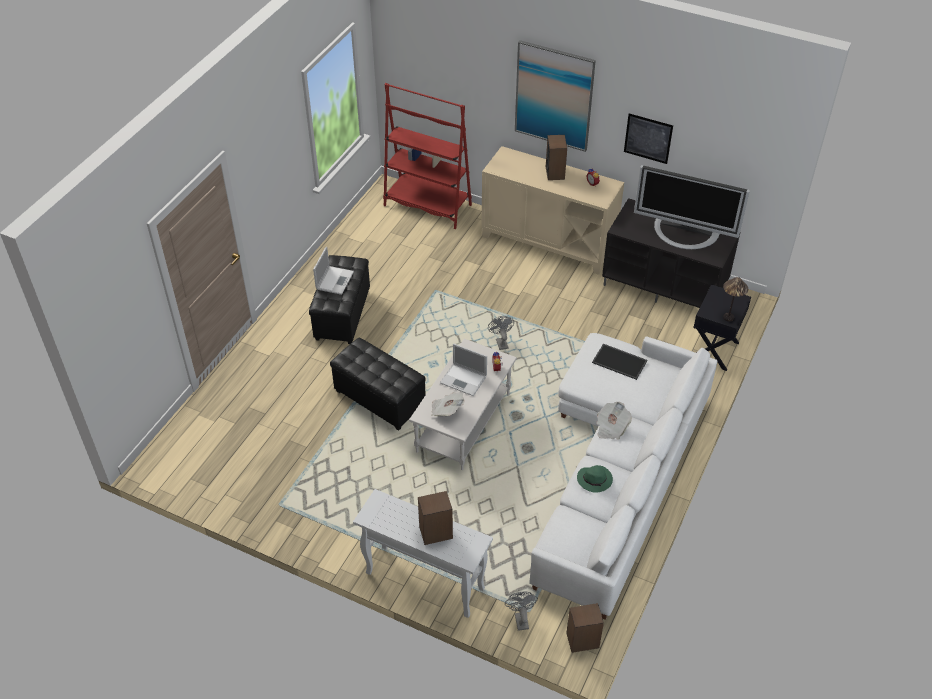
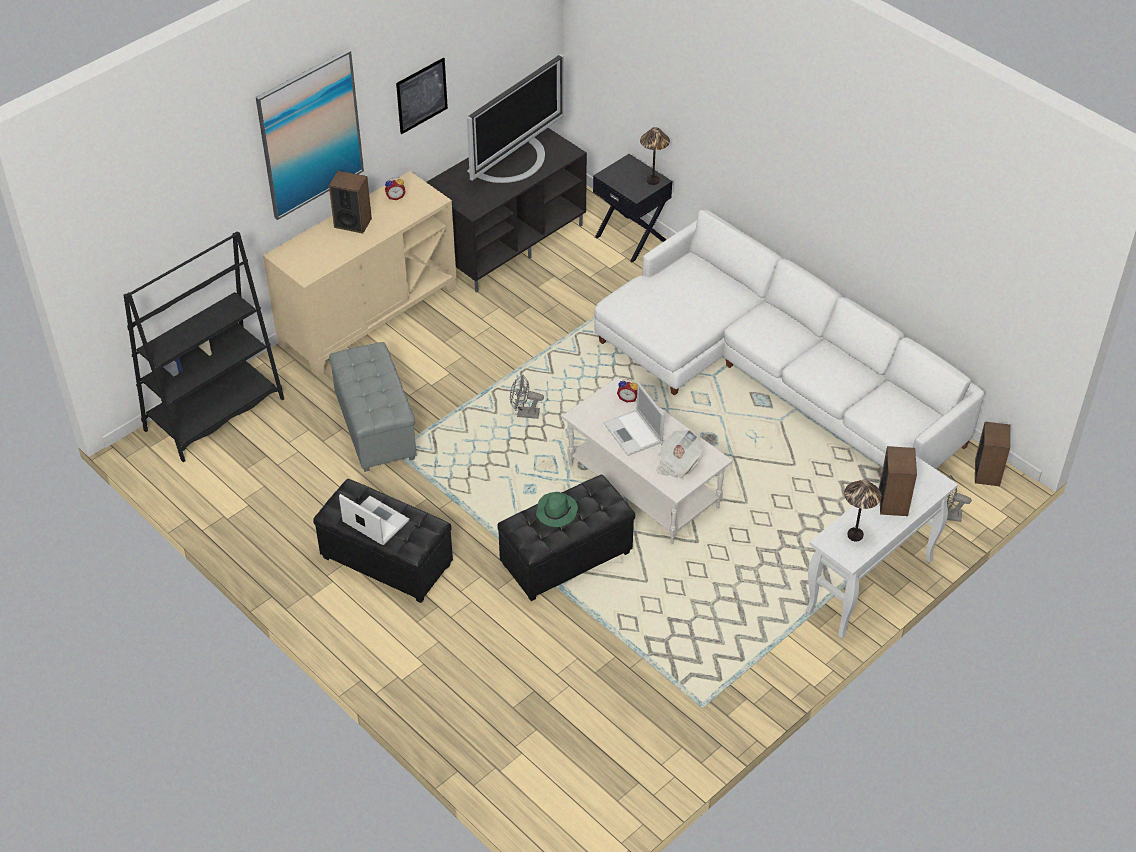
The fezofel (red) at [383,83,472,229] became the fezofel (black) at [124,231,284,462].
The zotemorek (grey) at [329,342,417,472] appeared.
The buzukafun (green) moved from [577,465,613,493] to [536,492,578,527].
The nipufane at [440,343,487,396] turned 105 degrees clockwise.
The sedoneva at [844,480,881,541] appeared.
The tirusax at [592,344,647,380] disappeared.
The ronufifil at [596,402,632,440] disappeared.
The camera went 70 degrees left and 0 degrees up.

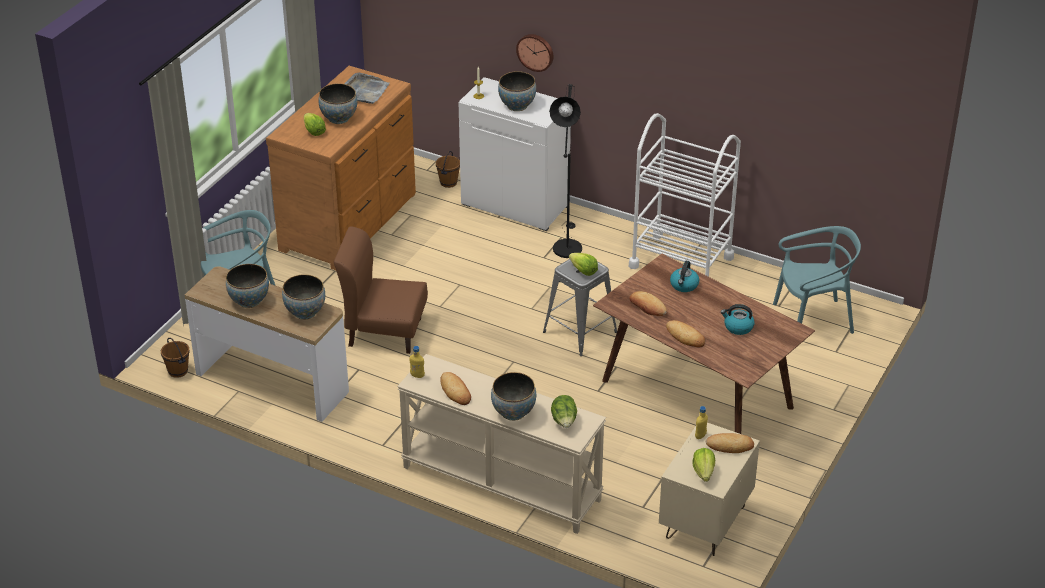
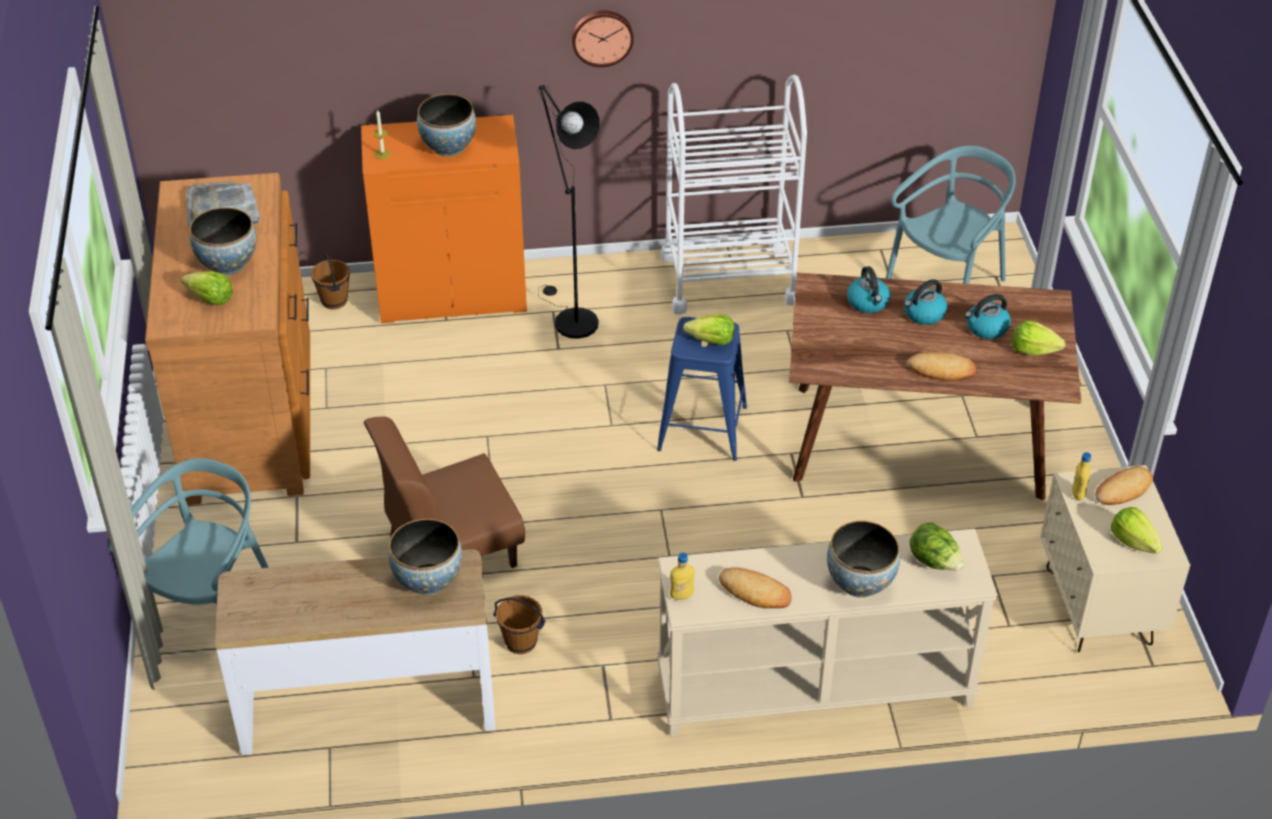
The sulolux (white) at [458,77,571,231] became the sulolux (orange) at [361,115,527,323].
The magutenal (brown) moved from [161,338,190,378] to [493,595,545,654].
The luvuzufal moved from [516,34,554,72] to [572,11,634,67].
The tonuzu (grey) at [543,259,617,356] became the tonuzu (blue) at [657,317,747,461].
The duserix at [904,279,947,325] appeared.
The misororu at [1012,321,1065,355] appeared.
The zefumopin at [226,264,269,308] disappeared.
The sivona at [630,291,667,316] disappeared.
The camera went 35 degrees left and 5 degrees up.

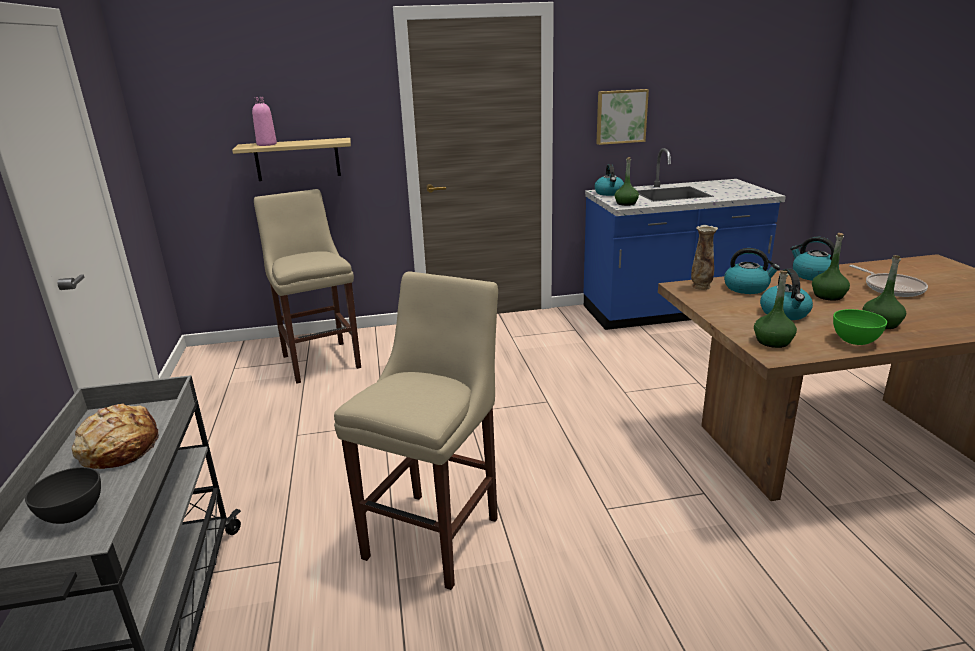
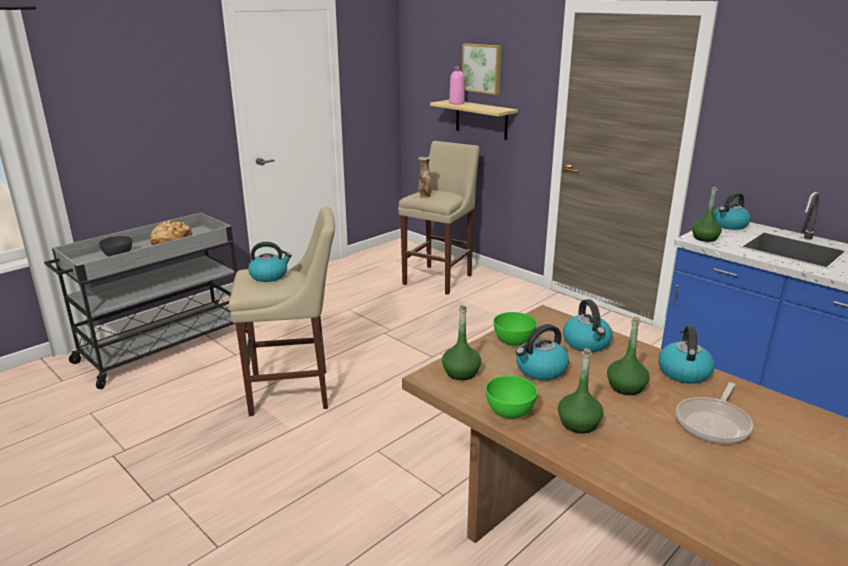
The duserix at [248,242,292,282] appeared.
The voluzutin moved from [691,225,718,290] to [418,157,432,198].
The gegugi moved from [596,89,649,145] to [462,43,501,95].
The zefumopin (green) at [493,312,537,346] appeared.
The camera went 55 degrees right and 0 degrees up.

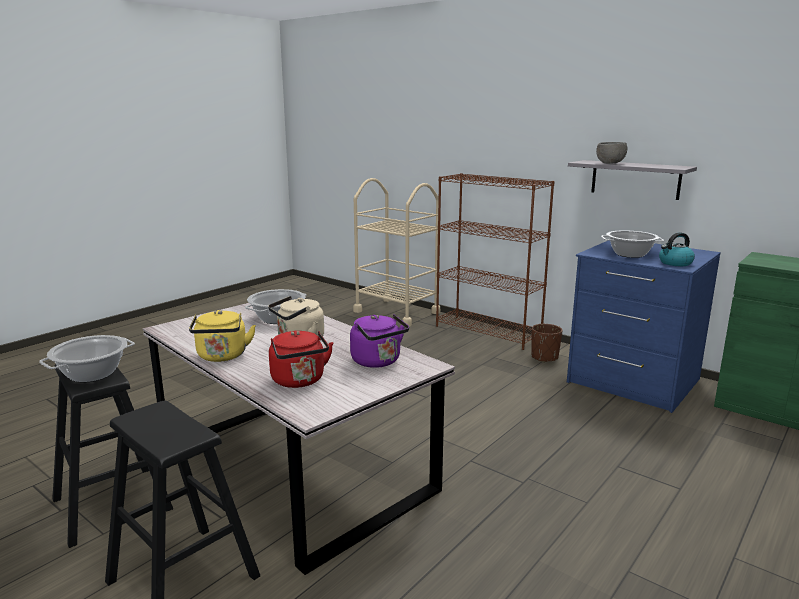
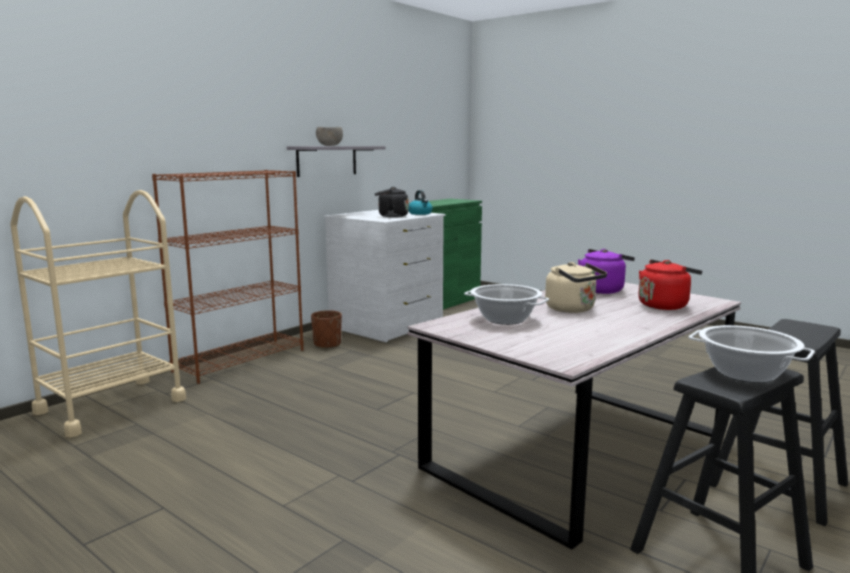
The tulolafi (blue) at [567,241,721,413] became the tulolafi (white) at [324,210,446,342].
The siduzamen at [601,231,664,258] was replaced by the duserix (black) at [375,187,409,217].
The duserix (yellow) at [189,310,256,362] disappeared.
The camera went 90 degrees left and 5 degrees down.

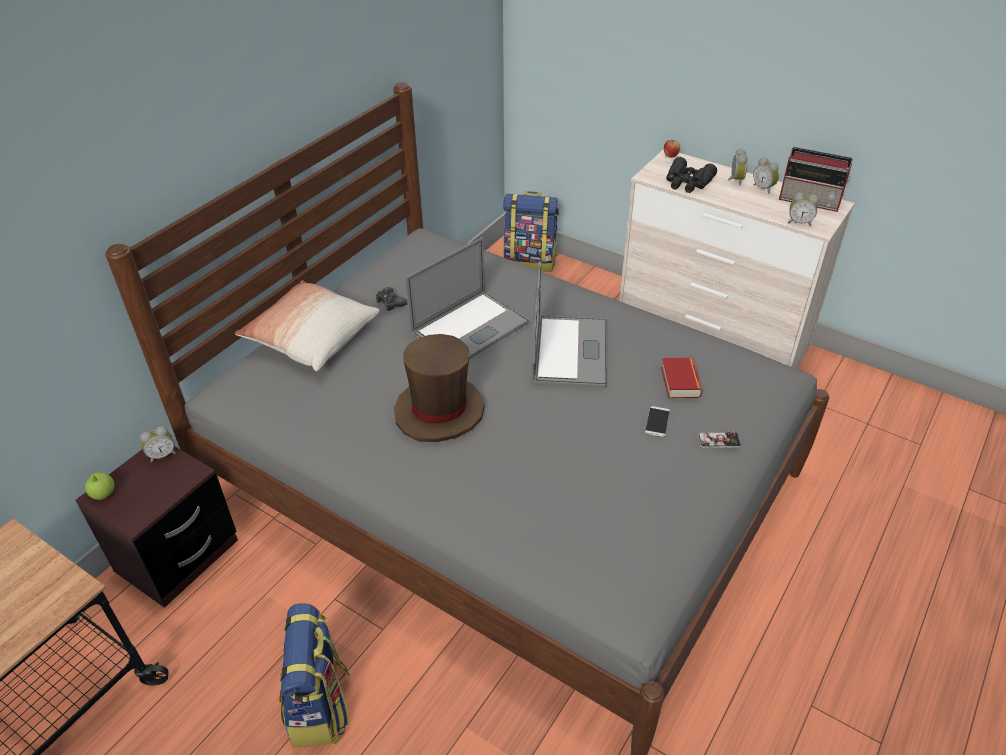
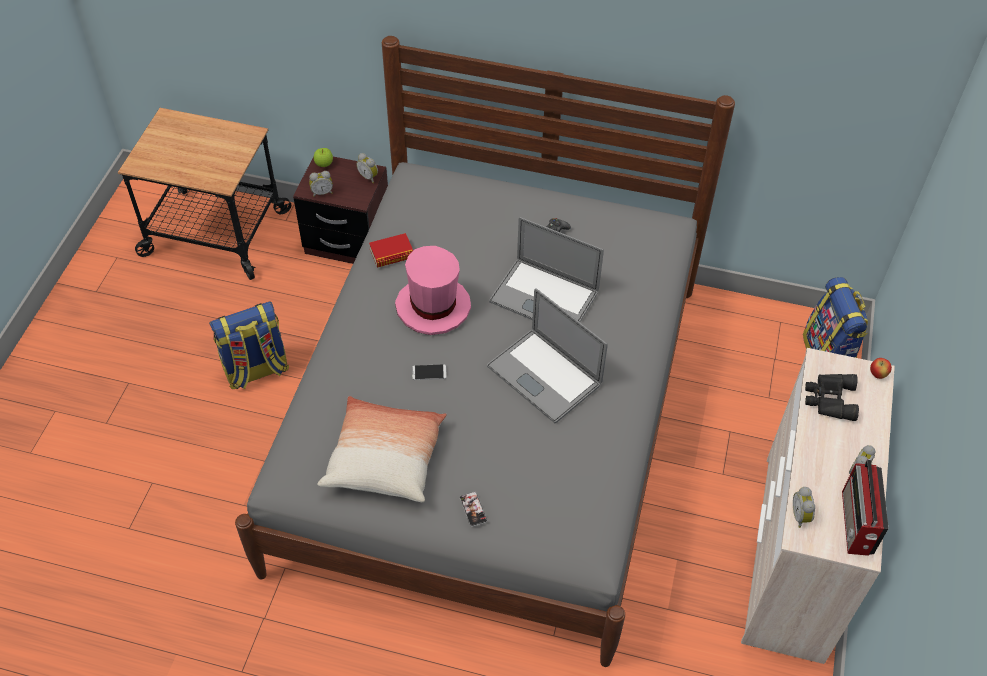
The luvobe moved from [728,148,747,185] to [309,171,333,197].
The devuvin moved from [235,280,380,371] to [317,396,447,502].
The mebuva moved from [661,358,702,399] to [369,233,413,268].
The buzukafun (brown) at [394,334,484,442] became the buzukafun (pink) at [395,246,471,335].
The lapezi moved from [645,406,670,437] to [412,364,447,380].
The nipufane at [532,261,607,388] turned 60 degrees clockwise.
The camera went 70 degrees right and 10 degrees up.

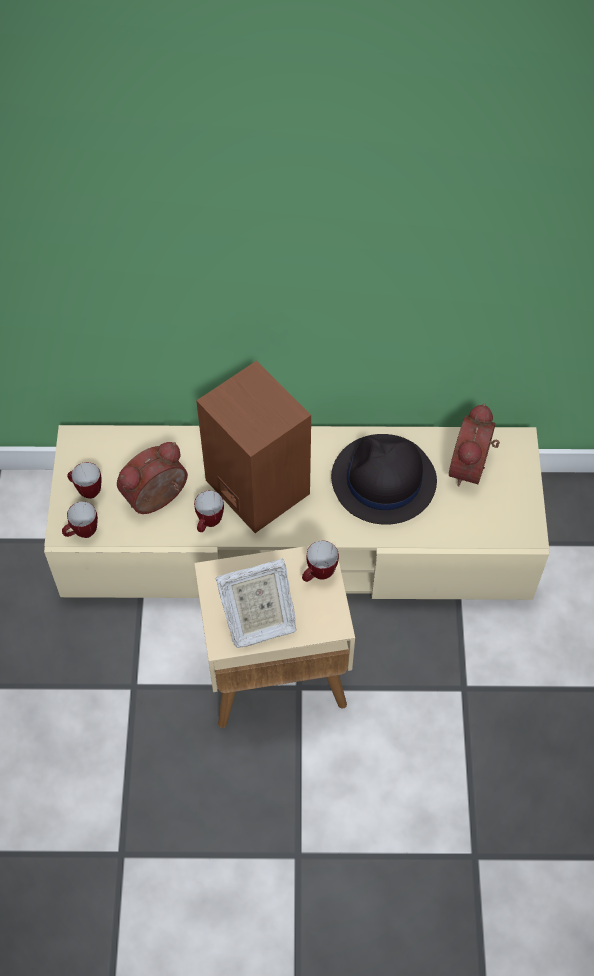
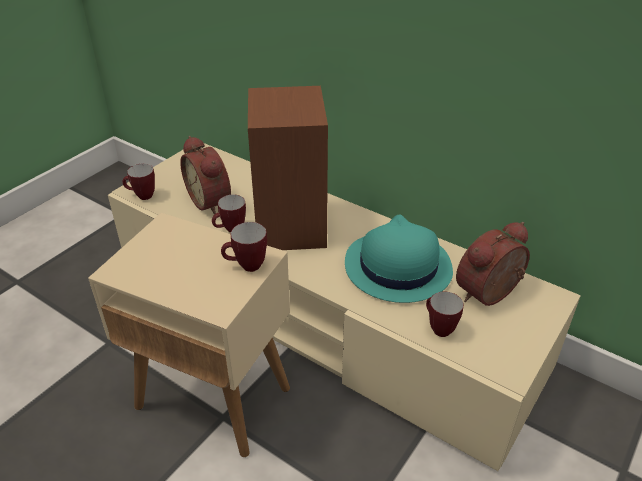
The luvobe at [117,442,188,514] turned 120 degrees counterclockwise.
The buzukafun (black) at [331,434,437,525] became the buzukafun (turquoise) at [345,215,453,303].
The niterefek moved from [67,462,102,499] to [426,292,464,337].
The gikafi at [216,558,296,648] disappeared.
The camera went 35 degrees right and 20 degrees down.

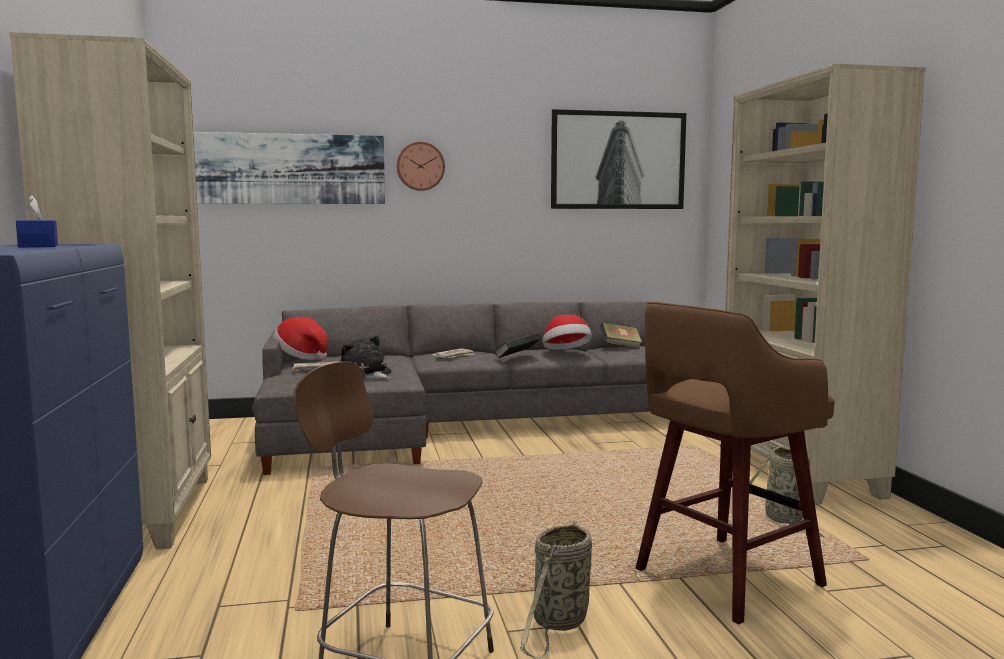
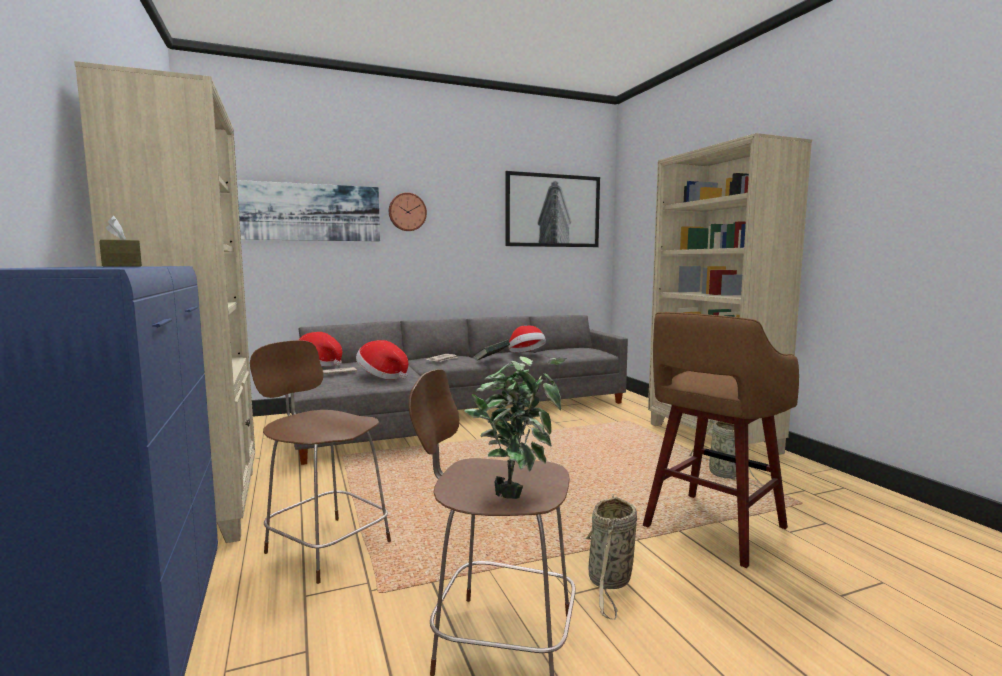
The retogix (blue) at [16,195,58,247] became the retogix (brown) at [99,216,142,267].
The tonuzu (brown) at [250,340,391,584] appeared.
The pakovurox at [340,335,391,379] was replaced by the buzukafun at [356,340,408,379].
The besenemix at [464,356,567,499] appeared.
The mebuva at [600,322,642,348] disappeared.
The camera went 10 degrees left and 0 degrees up.

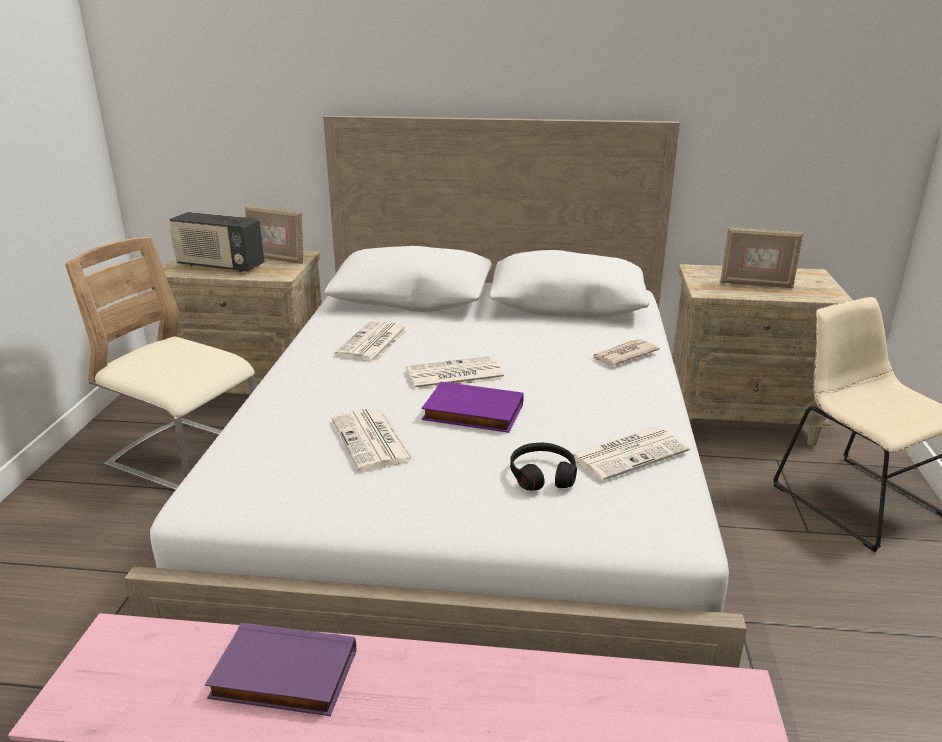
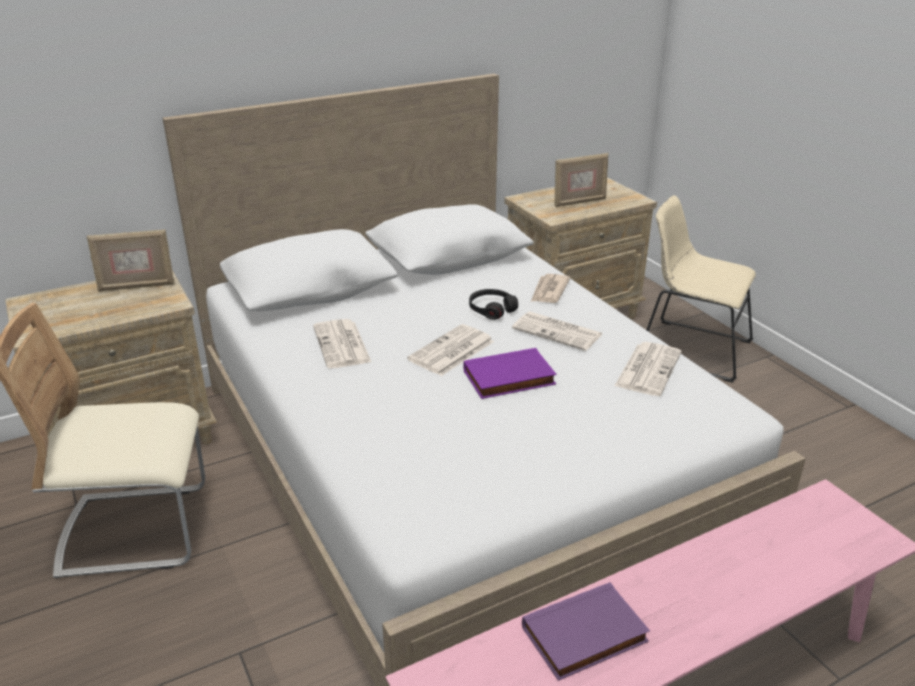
The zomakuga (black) moved from [510,443,577,491] to [469,289,518,320].
The ronufifil moved from [332,408,414,471] to [512,312,602,351].
The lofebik at [169,212,265,272] disappeared.
The camera went 35 degrees left and 5 degrees up.

